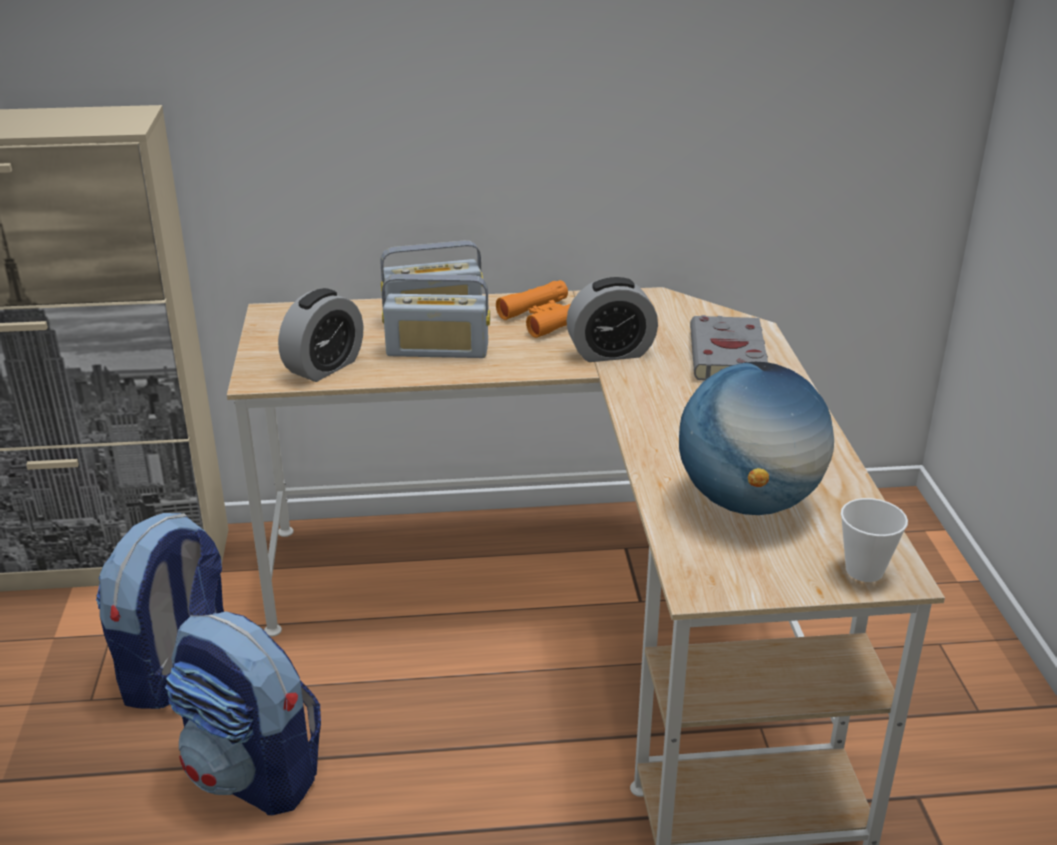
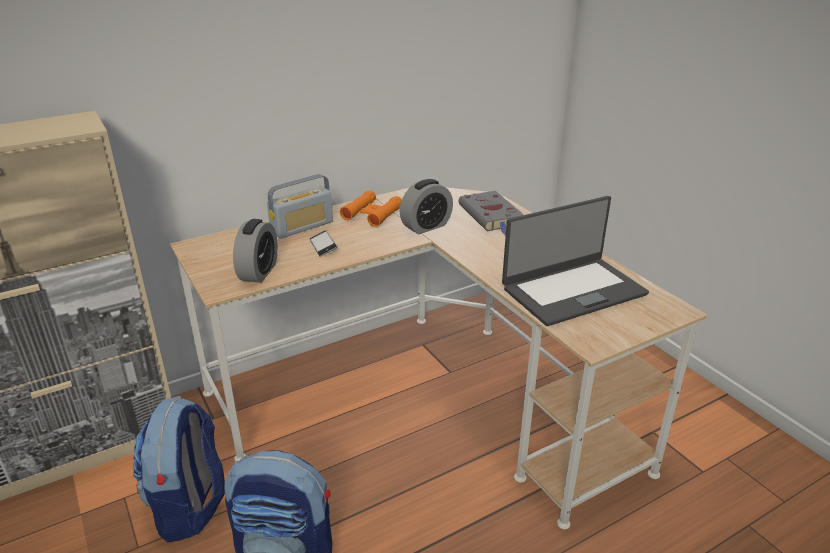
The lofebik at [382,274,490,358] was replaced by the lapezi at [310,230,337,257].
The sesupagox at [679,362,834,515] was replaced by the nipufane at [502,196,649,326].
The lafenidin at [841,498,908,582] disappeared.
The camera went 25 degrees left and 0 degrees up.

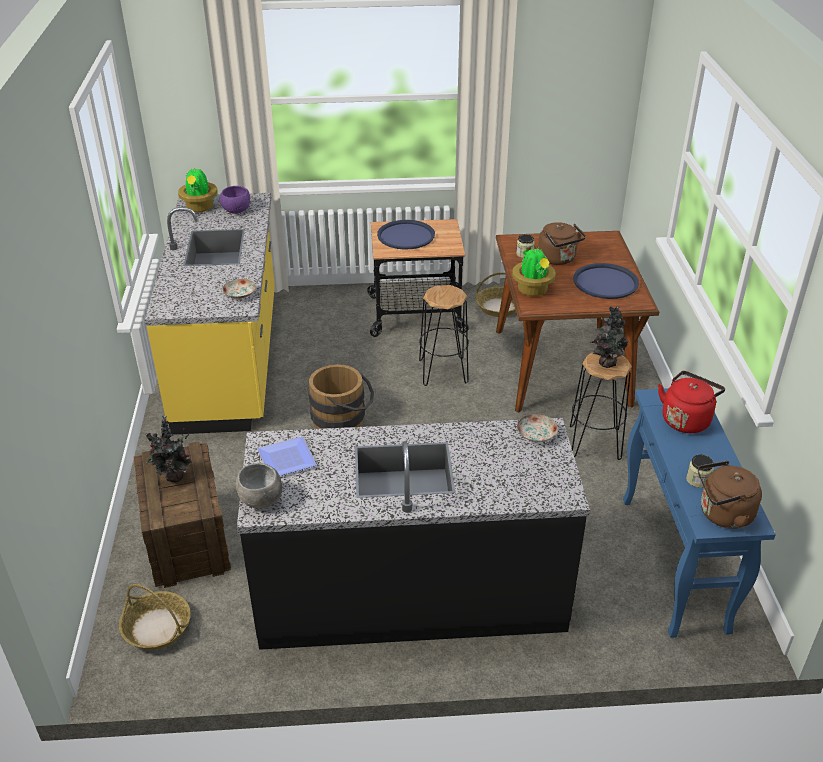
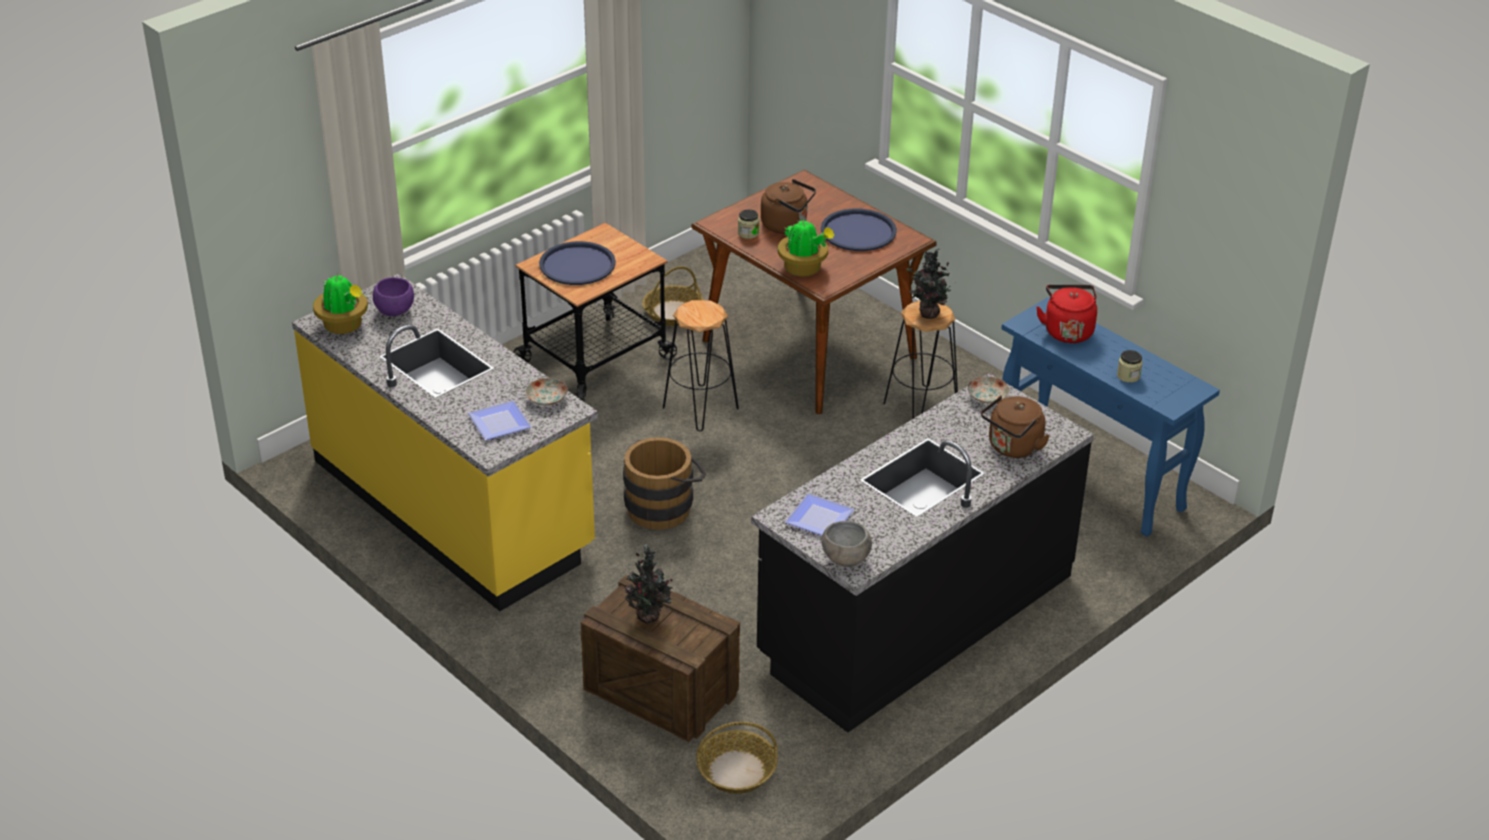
The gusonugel at [468,401,531,440] appeared.
The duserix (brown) moved from [698,461,762,529] to [981,396,1050,458].
The camera went 40 degrees left and 0 degrees up.

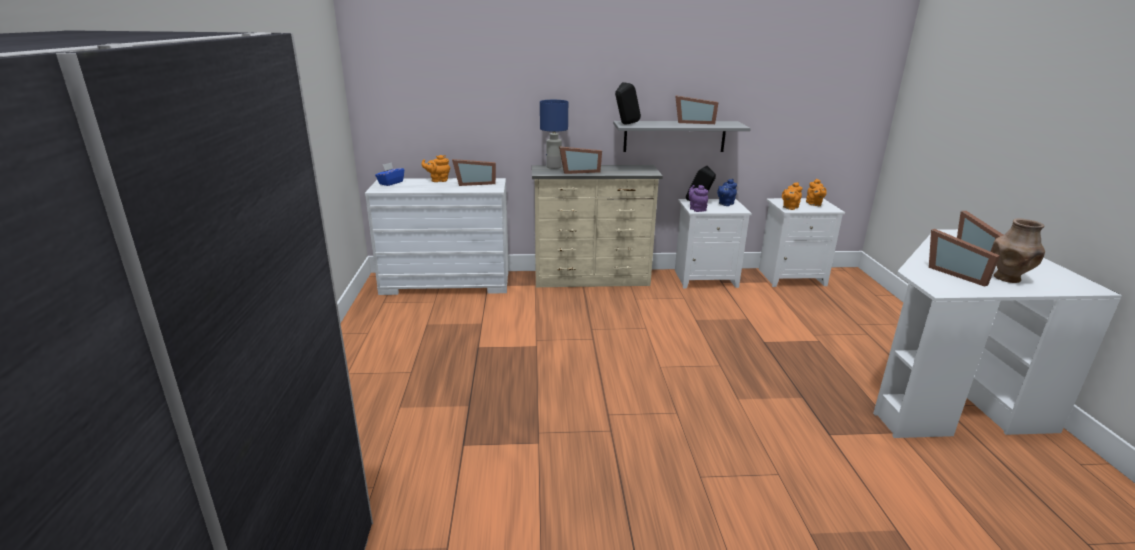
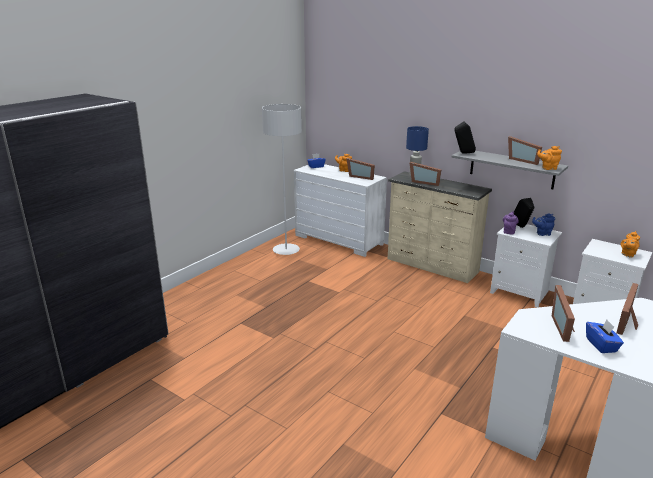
The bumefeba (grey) at [262,104,302,255] appeared.
The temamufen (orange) moved from [782,182,802,210] to [537,146,562,170].
The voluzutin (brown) at [992,218,1045,283] was replaced by the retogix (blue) at [586,320,624,353].
The camera went 40 degrees right and 0 degrees up.

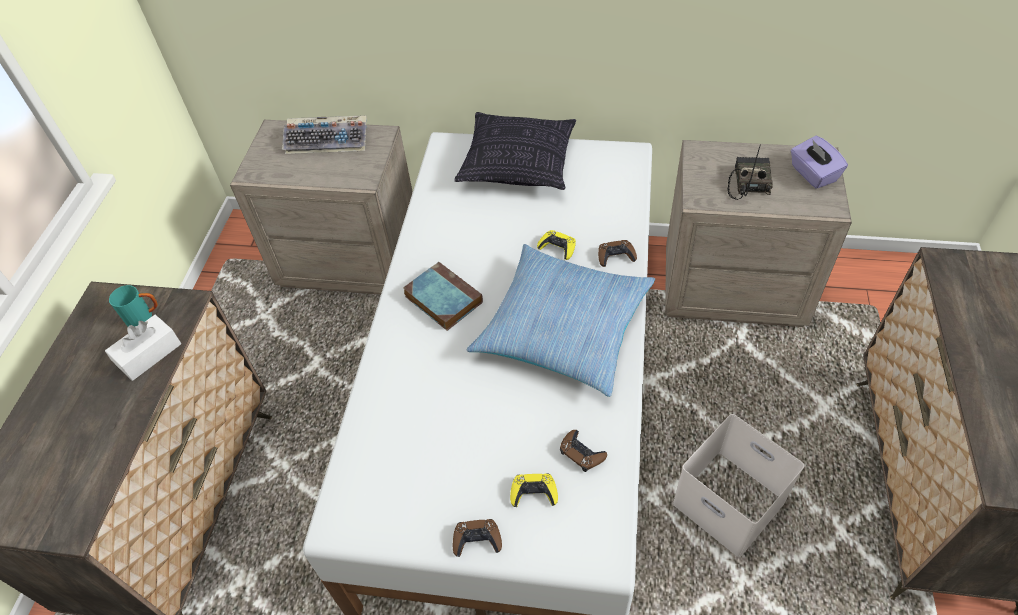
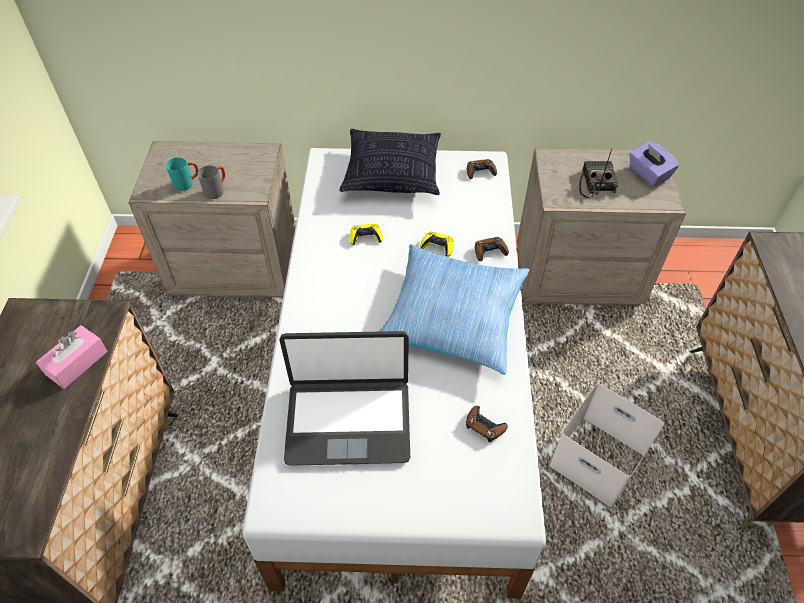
The retogix (white) at [105,315,181,381] became the retogix (pink) at [36,325,107,389].
The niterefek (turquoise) moved from [109,285,158,326] to [166,157,198,191].
The niterefek (grey) at [197,165,225,199] appeared.
The nipufane at [279,331,410,466] appeared.
The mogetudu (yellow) moved from [510,473,558,507] to [350,224,383,245].
The mogetudu (brown) moved from [453,519,502,557] to [467,159,497,179].
The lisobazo at [282,116,367,154] disappeared.
The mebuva at [403,262,483,331] disappeared.
The camera went 10 degrees left and 0 degrees up.

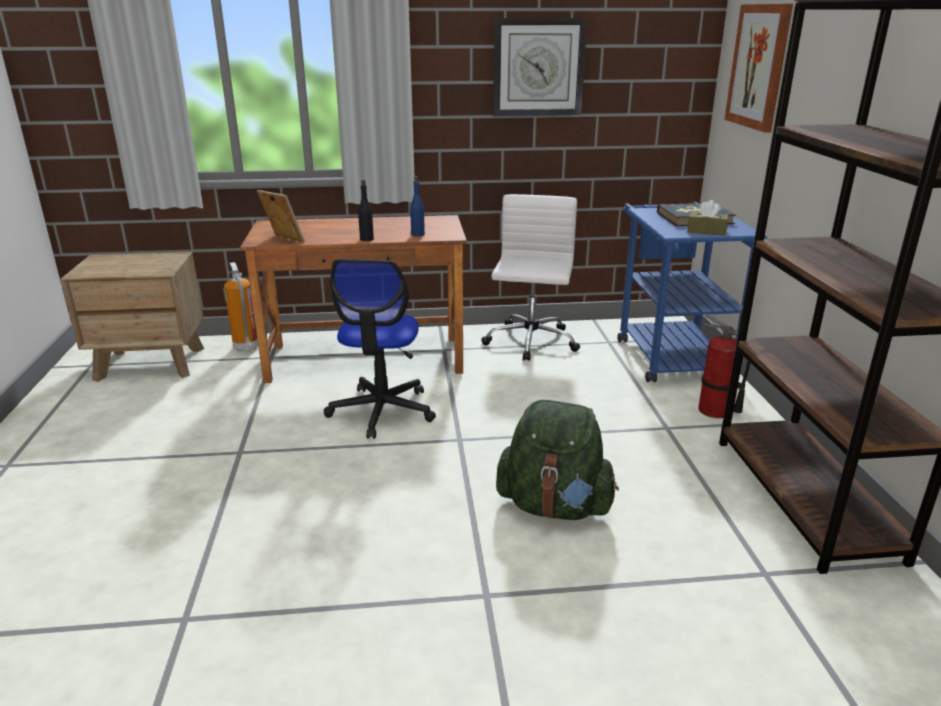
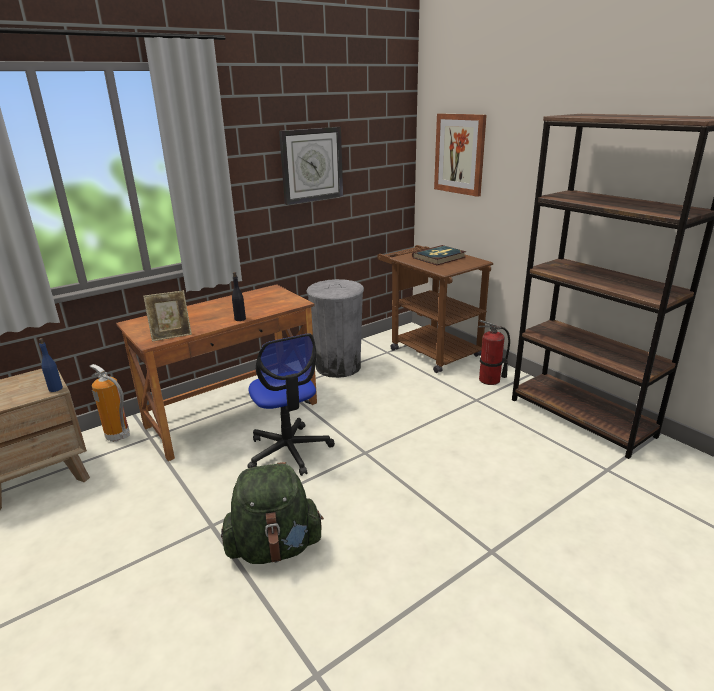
The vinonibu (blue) moved from [410,176,425,237] to [39,338,63,392].
The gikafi at [257,190,305,242] turned 150 degrees clockwise.
The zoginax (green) moved from [496,400,619,520] to [221,462,324,564].
The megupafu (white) at [481,194,580,361] was replaced by the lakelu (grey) at [306,279,364,378].
The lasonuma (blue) at [617,202,767,382] became the lasonuma (brown) at [377,245,493,373].
The retogix (brown) at [687,200,729,236] disappeared.
The camera went 30 degrees left and 0 degrees up.

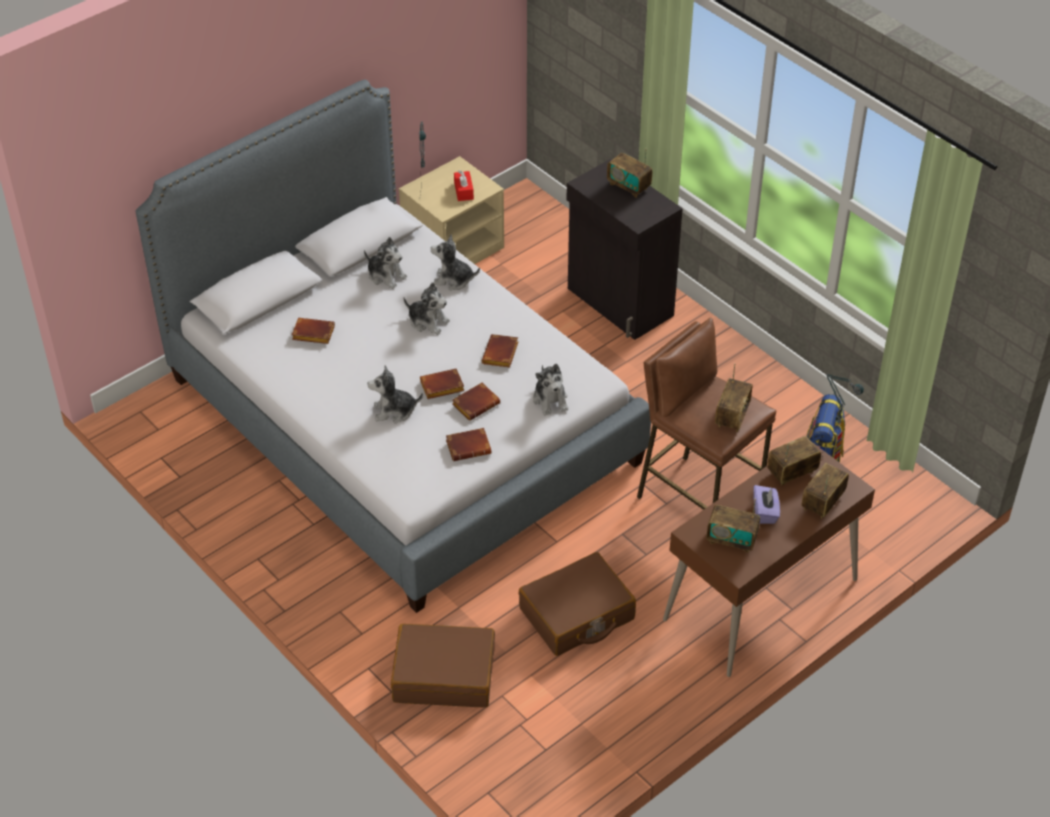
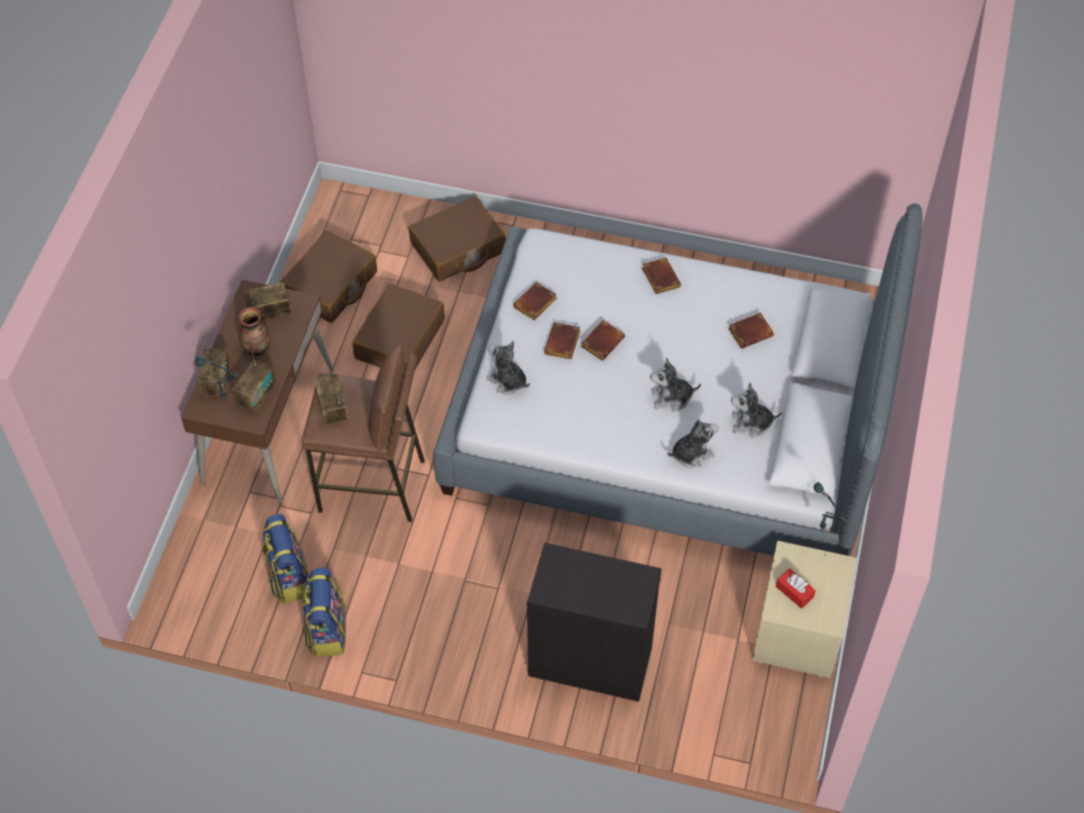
The retogix (purple) at [753,485,780,524] was replaced by the voluzutin at [239,307,270,356].
The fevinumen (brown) at [280,230,377,323] appeared.
The zoginax at [302,567,346,657] appeared.
The mebuva (brown) moved from [482,334,518,367] to [642,258,681,294].
The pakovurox at [367,365,423,423] disappeared.
The lofebik at [607,149,652,198] disappeared.
The camera went 145 degrees right and 10 degrees up.

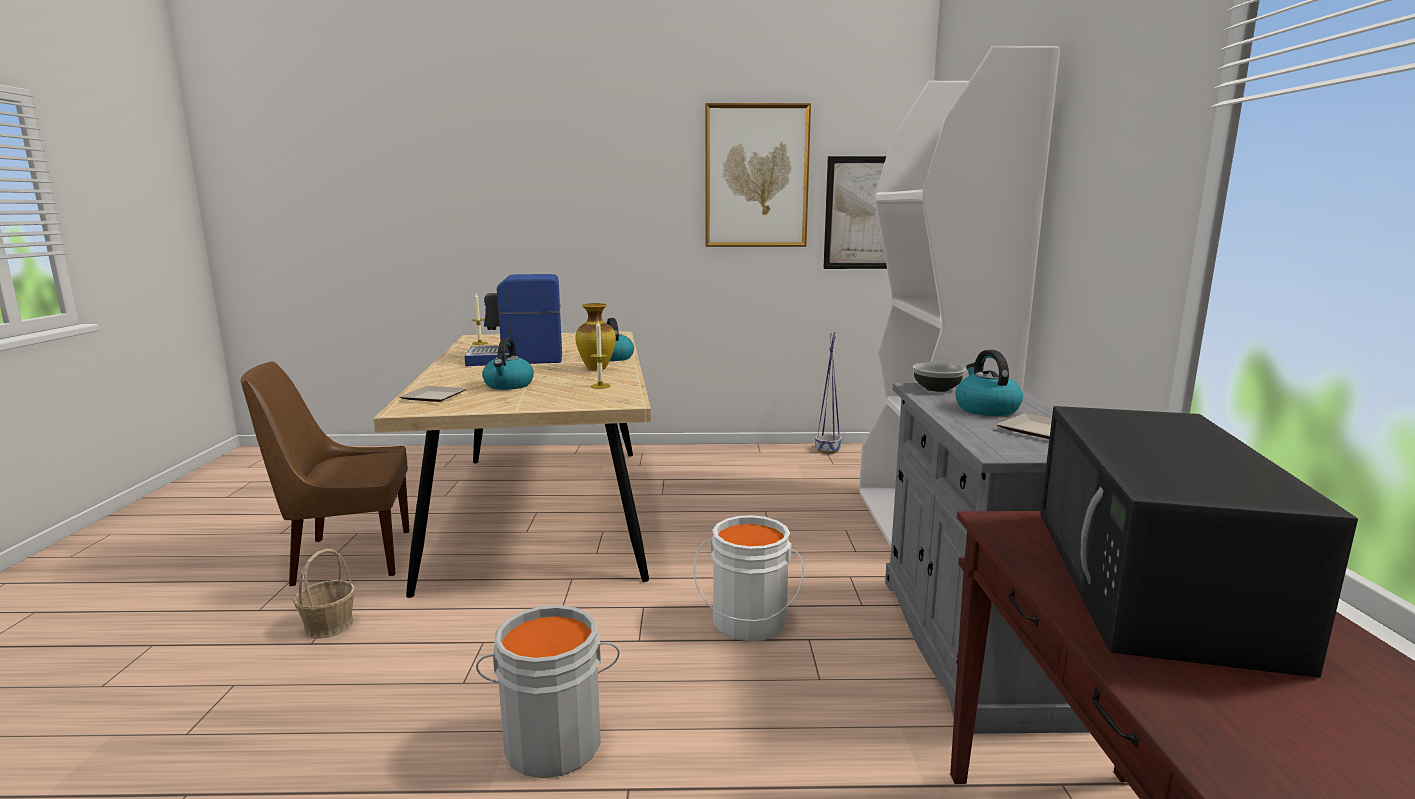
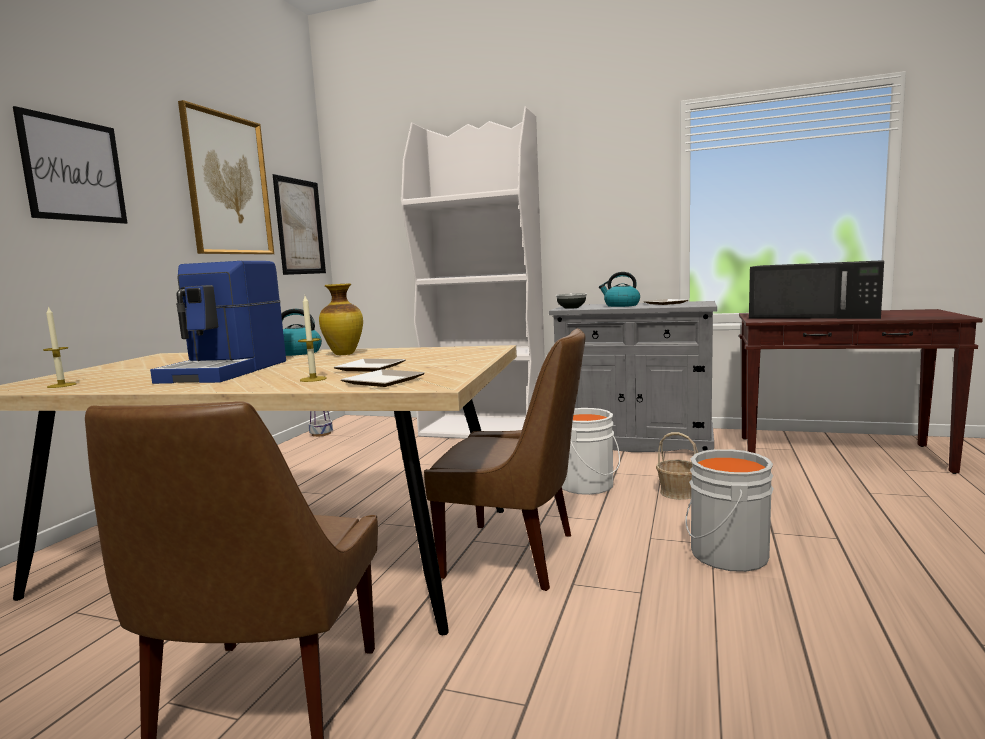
The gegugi at [13,106,128,224] appeared.
The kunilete moved from [590,321,611,389] to [298,296,327,382].
The duserix at [482,338,534,390] was replaced by the gusonugel at [334,359,405,372].
The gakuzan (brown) at [424,328,585,591] appeared.
The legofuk moved from [293,549,356,639] to [656,432,698,500].
The camera went 70 degrees left and 5 degrees down.

